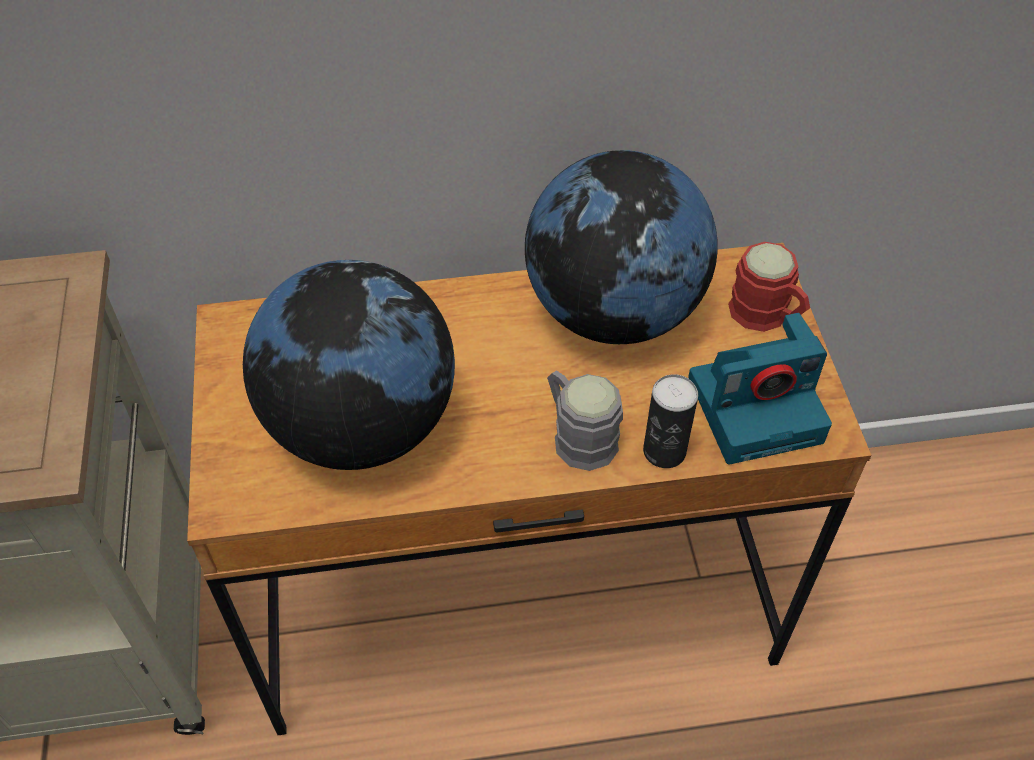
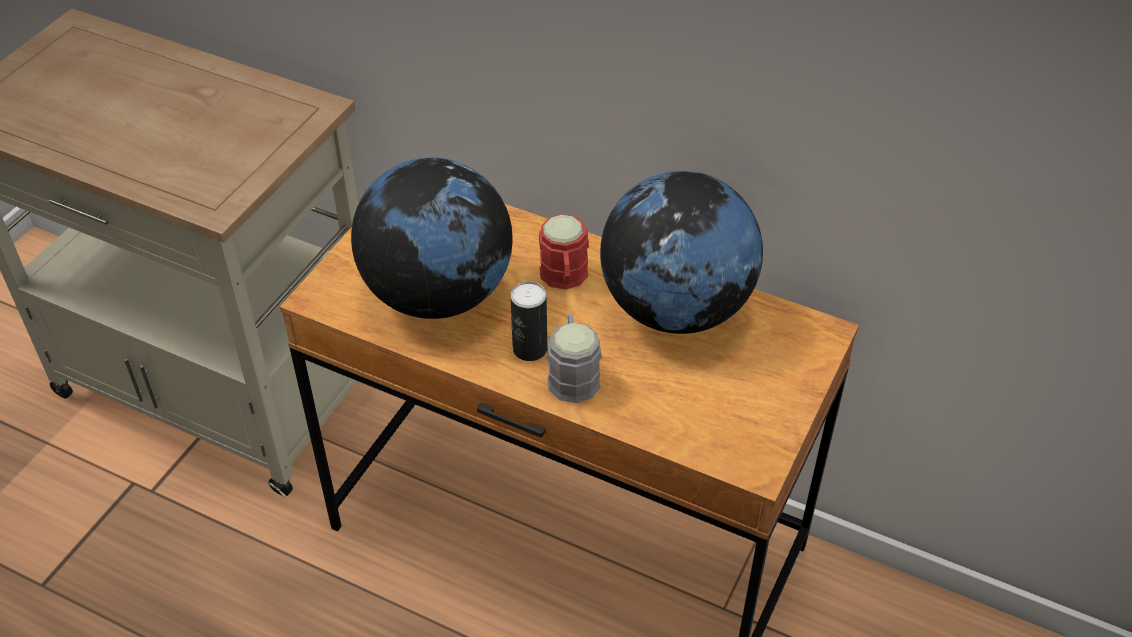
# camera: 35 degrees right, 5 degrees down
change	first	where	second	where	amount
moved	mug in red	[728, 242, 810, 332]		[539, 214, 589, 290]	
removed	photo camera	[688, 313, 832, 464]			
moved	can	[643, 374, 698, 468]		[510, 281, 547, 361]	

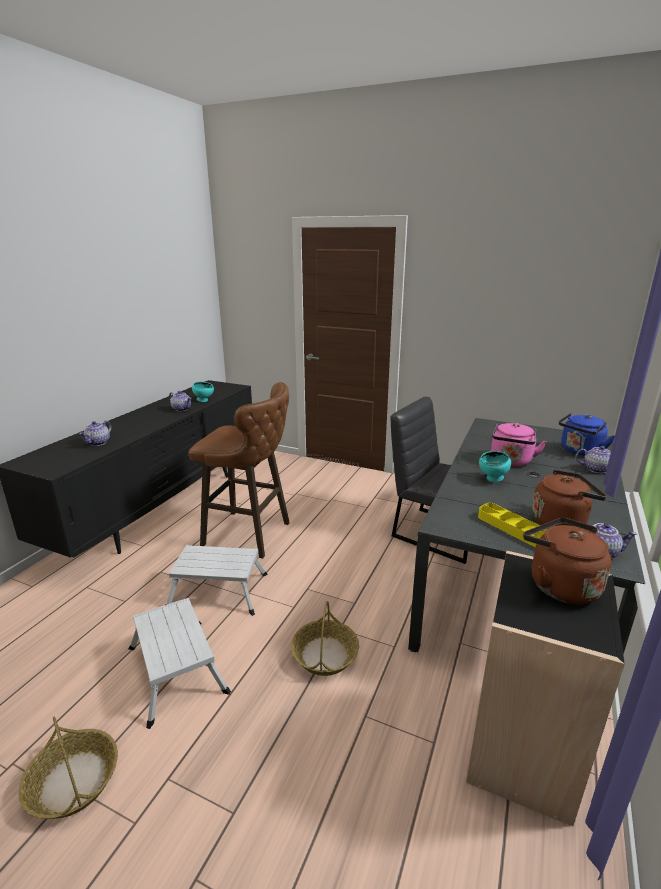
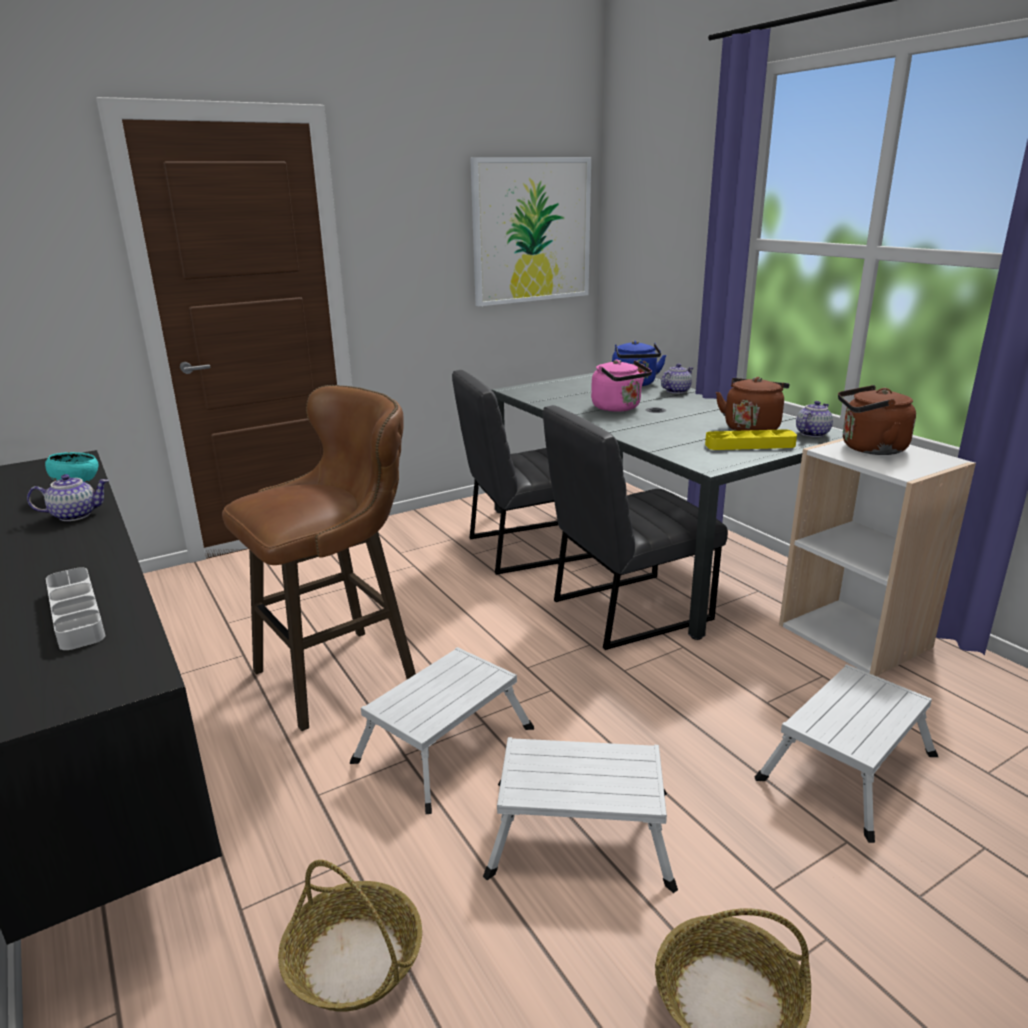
# camera: 55 degrees left, 0 degrees up
change	first	where	second	where	amount
replaced	teapot	[79, 420, 111, 446]	tray in grey	[46, 567, 105, 650]	
removed	bowl in turquoise	[479, 451, 511, 482]			
recoloured	bookcase in black	[466, 551, 625, 826]	bookcase in white	[779, 438, 976, 676]	
moved	basket	[291, 601, 359, 676]		[278, 860, 422, 1011]	
added			picture	[470, 157, 591, 306]	
added			chair in grey	[543, 405, 728, 650]	
added			step ladder in white	[755, 664, 938, 843]	

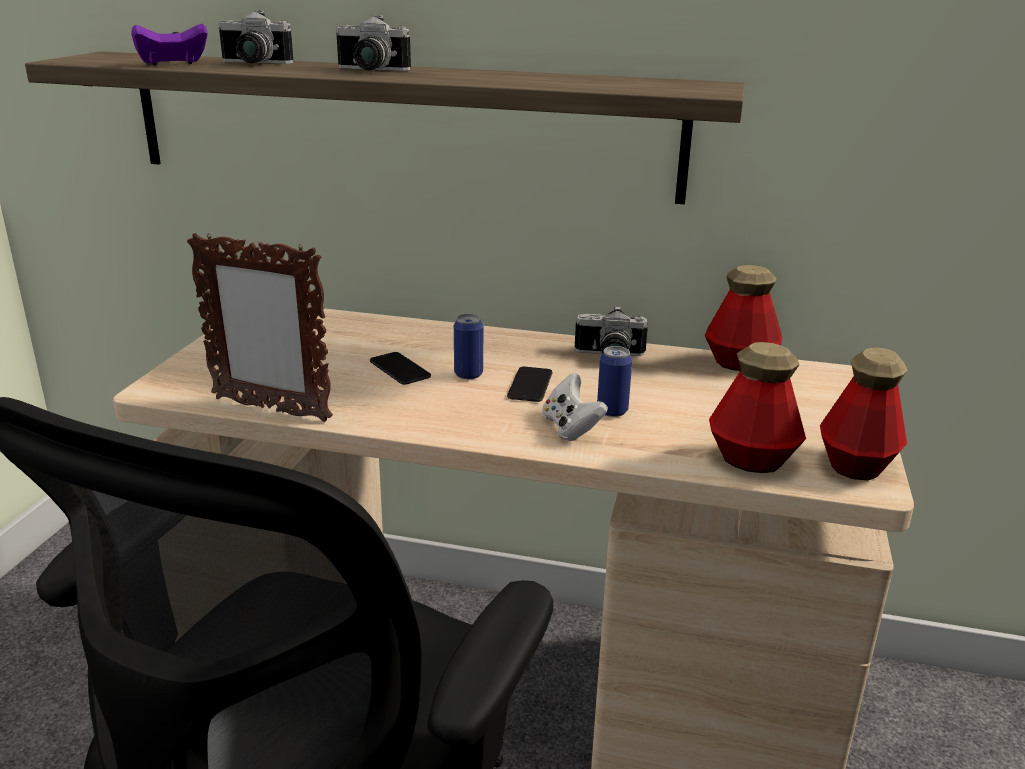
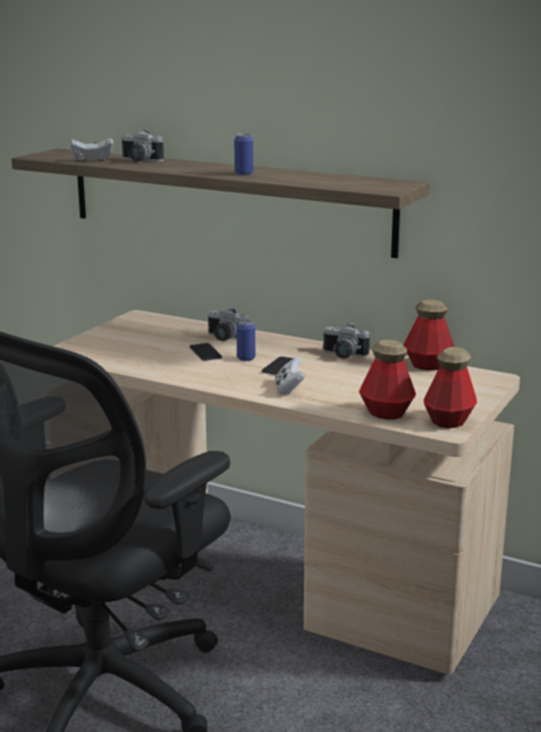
# camera: 15 degrees right, 5 degrees down
change	first	where	second	where	amount
moved	photo camera	[336, 15, 411, 71]		[208, 307, 249, 341]	
recoloured	game controller in purple	[131, 24, 208, 65]	game controller in white	[70, 138, 113, 162]	
removed	picture frame	[187, 233, 333, 422]			
moved	can	[597, 346, 632, 417]		[234, 133, 253, 175]	

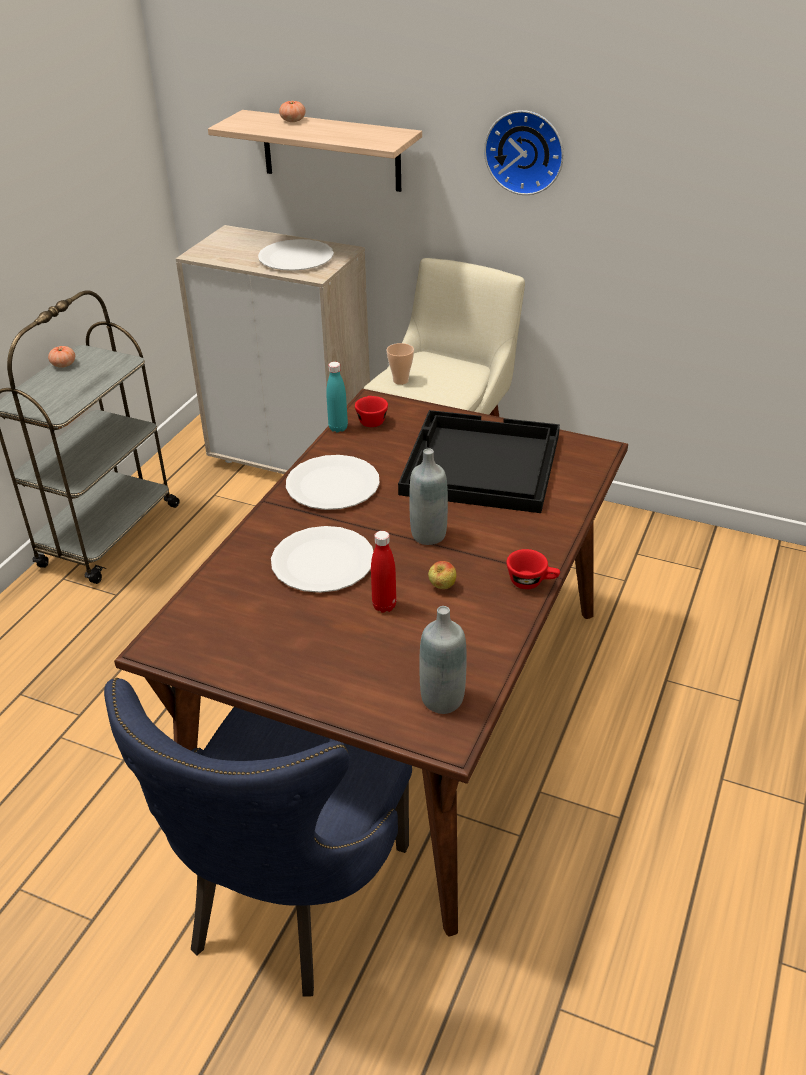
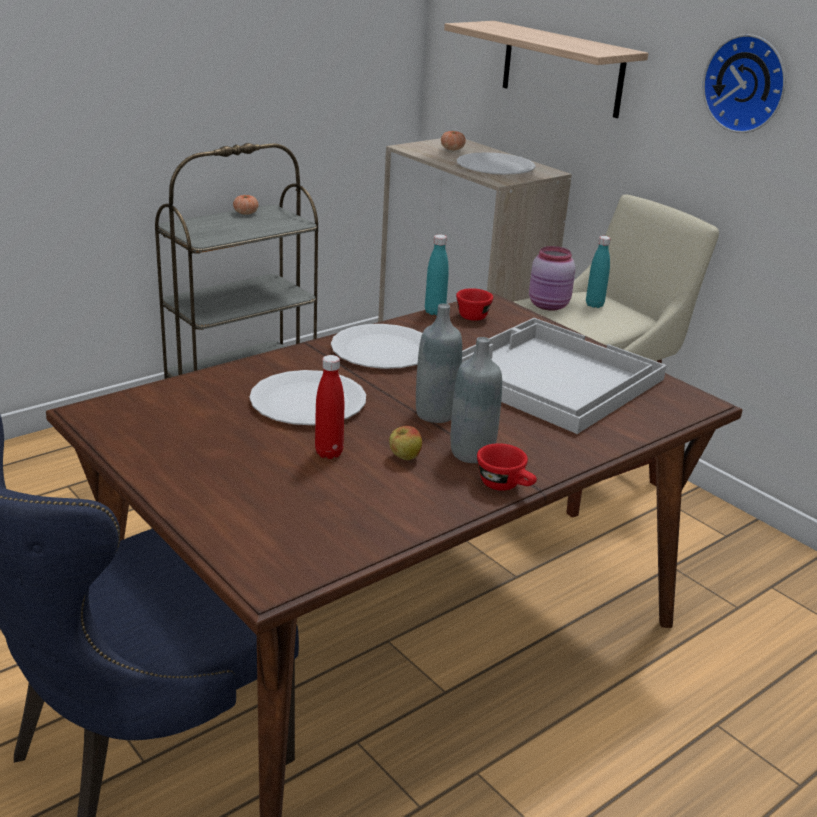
# camera: 25 degrees right, 10 degrees down
change	first	where	second	where	amount
moved	tomato	[279, 101, 306, 122]		[441, 131, 466, 150]	
replaced	cup	[387, 343, 414, 385]	jar in pink	[529, 246, 576, 311]	
recoloured	tray in black	[398, 410, 560, 513]	tray in white	[462, 318, 667, 434]	
moved	bottle in grey	[419, 606, 467, 714]		[451, 337, 502, 463]	
added			bottle in turquoise	[586, 236, 611, 308]	

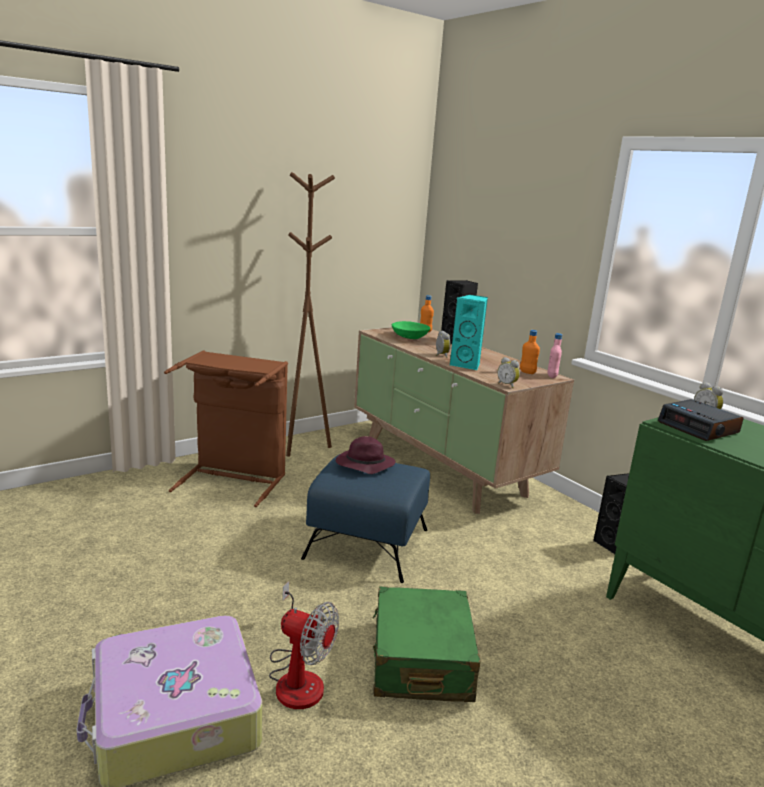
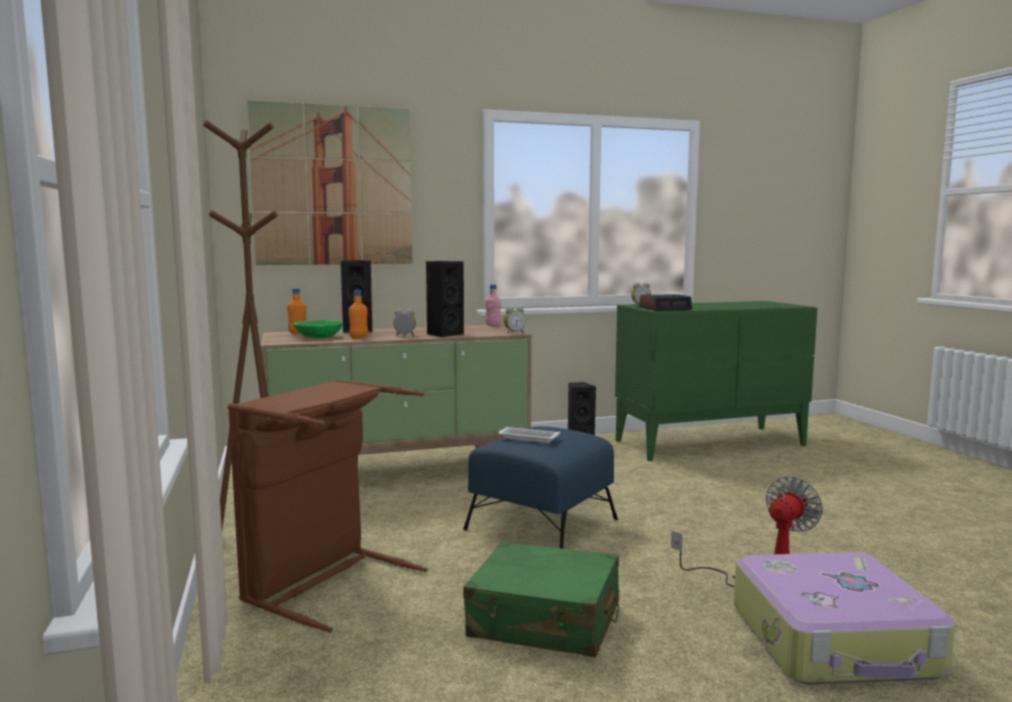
# camera: 70 degrees left, 10 degrees down
change	first	where	second	where	amount
recoloured	speaker in turquoise	[450, 295, 488, 370]	speaker in black	[426, 261, 464, 337]	
moved	bottle in orange	[520, 330, 540, 374]		[348, 290, 368, 338]	
replaced	hat in purple	[336, 436, 396, 474]	tray in white	[498, 427, 560, 443]	
moved	suitcase in green	[373, 587, 480, 702]		[463, 542, 619, 657]	
added			picture	[247, 100, 413, 265]	

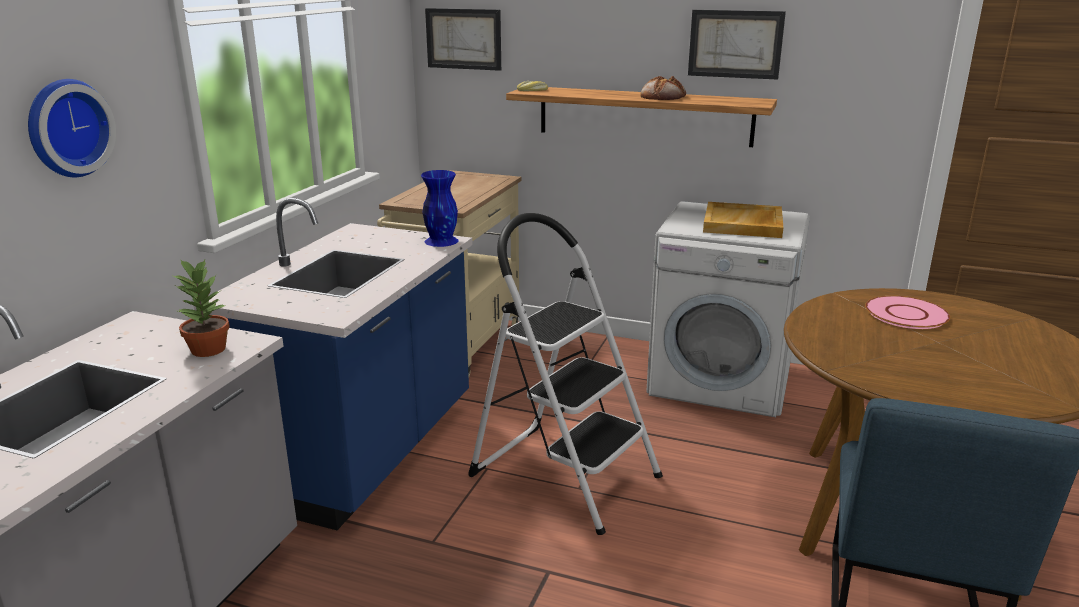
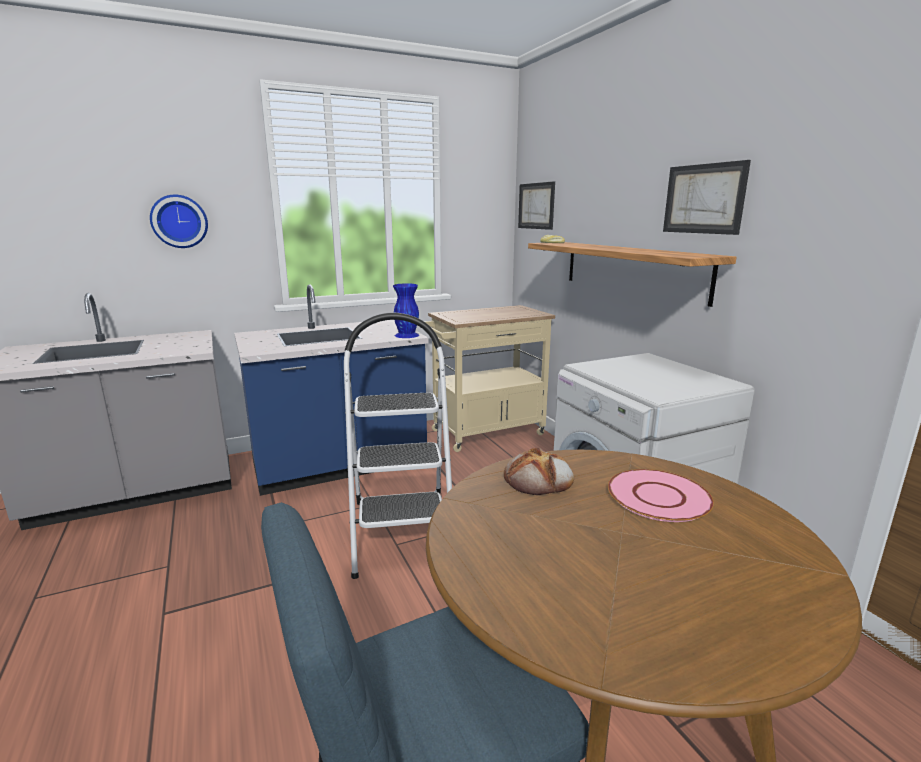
# camera: 45 degrees right, 5 degrees down
change	first	where	second	where	amount
moved	bread	[640, 76, 686, 100]		[504, 448, 574, 495]	
removed	tray in beige	[703, 202, 783, 238]			
removed	potted plant	[171, 259, 230, 357]			

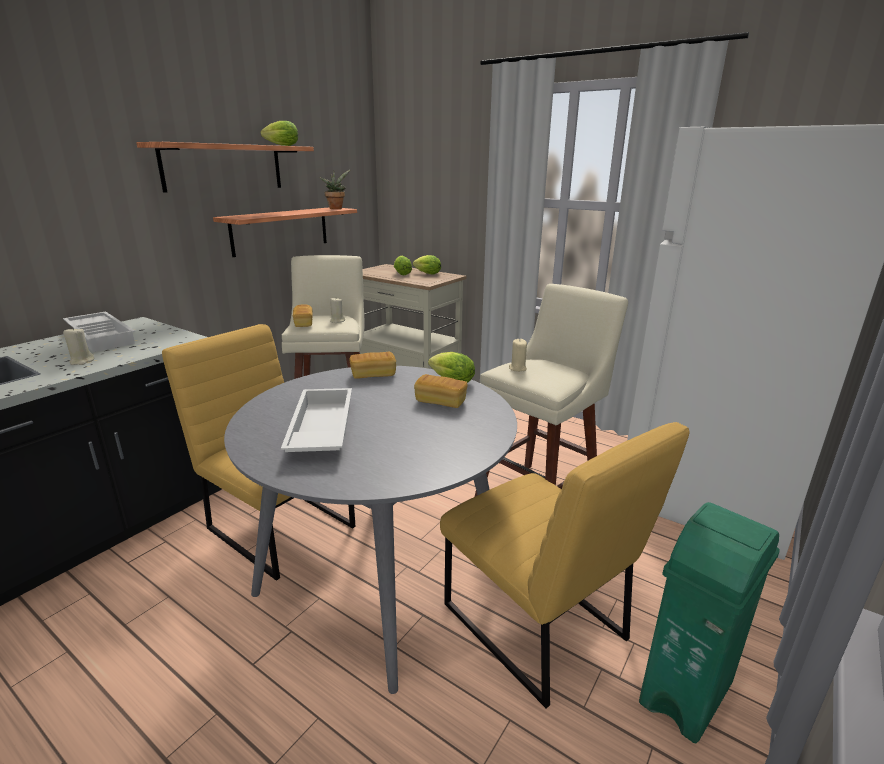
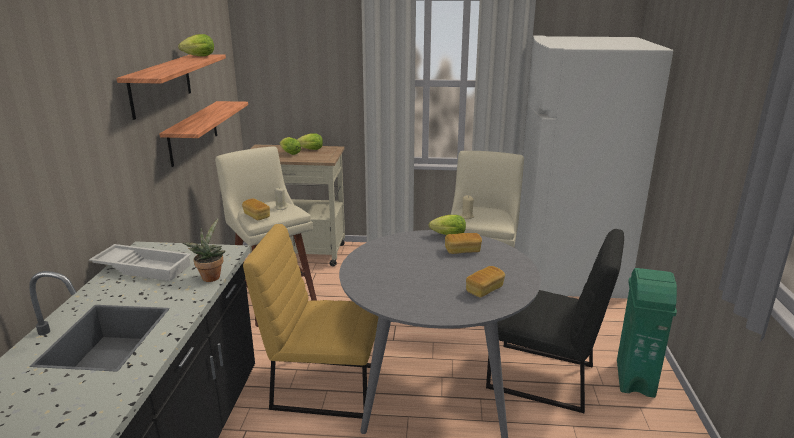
# camera: 30 degrees left, 0 degrees up
change	first	where	second	where	amount
moved	potted plant	[319, 170, 350, 209]		[183, 218, 226, 282]	
removed	candle in beige	[63, 327, 94, 365]			
moved	bread	[350, 352, 396, 379]		[466, 266, 505, 298]	
removed	tray in white	[281, 388, 352, 452]			
recoloured	chair in yellow	[440, 422, 690, 708]	chair in black	[486, 229, 624, 413]	

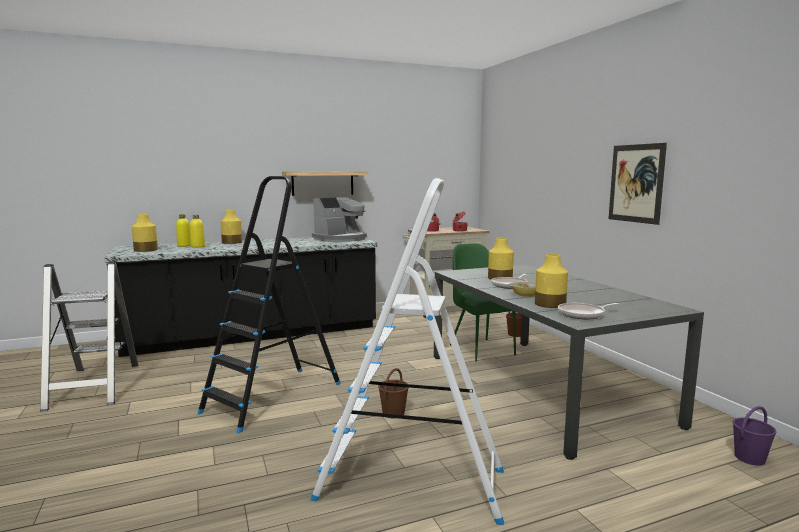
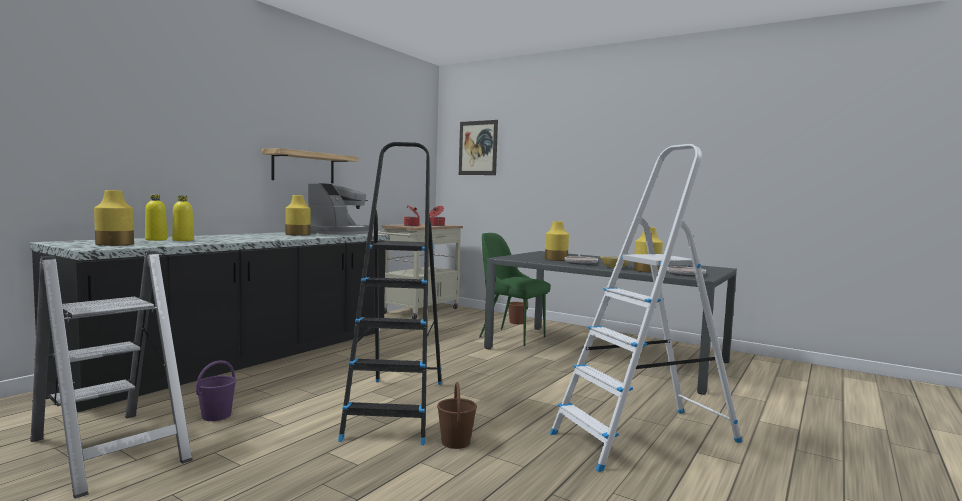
# camera: 35 degrees left, 5 degrees down
change	first	where	second	where	amount
moved	picture	[608, 143, 667, 225]		[459, 120, 498, 175]	
moved	vase in yellow	[220, 210, 242, 244]		[286, 195, 311, 235]	
moved	bucket in brown	[378, 368, 409, 418]		[437, 382, 477, 449]	
moved	bucket in purple	[733, 406, 777, 466]		[195, 360, 236, 421]	

